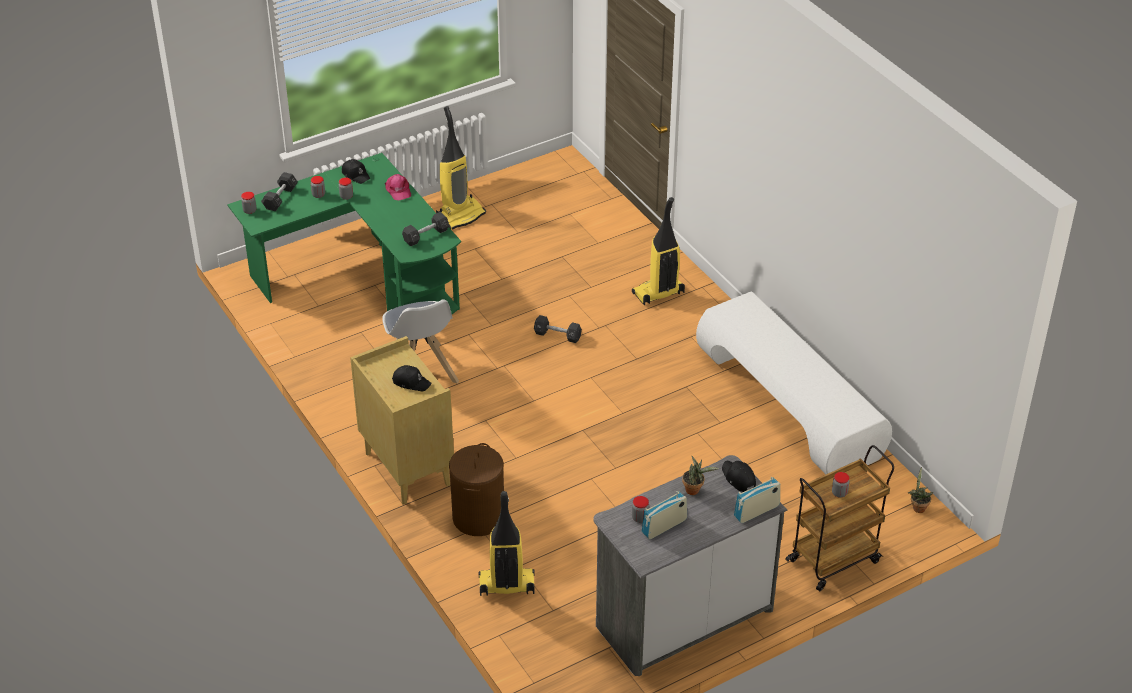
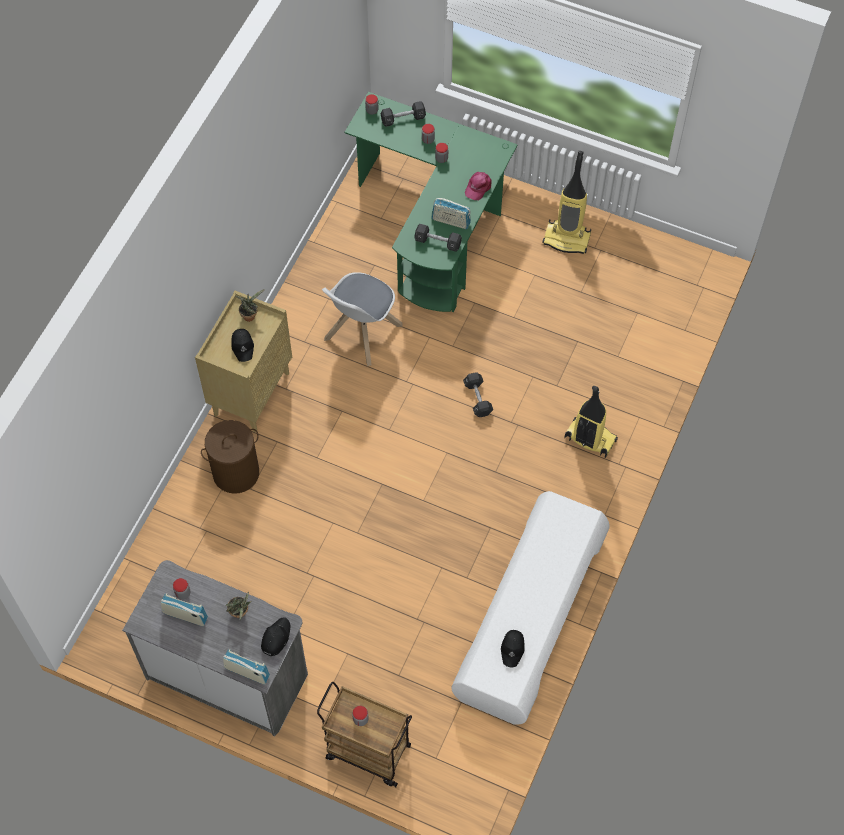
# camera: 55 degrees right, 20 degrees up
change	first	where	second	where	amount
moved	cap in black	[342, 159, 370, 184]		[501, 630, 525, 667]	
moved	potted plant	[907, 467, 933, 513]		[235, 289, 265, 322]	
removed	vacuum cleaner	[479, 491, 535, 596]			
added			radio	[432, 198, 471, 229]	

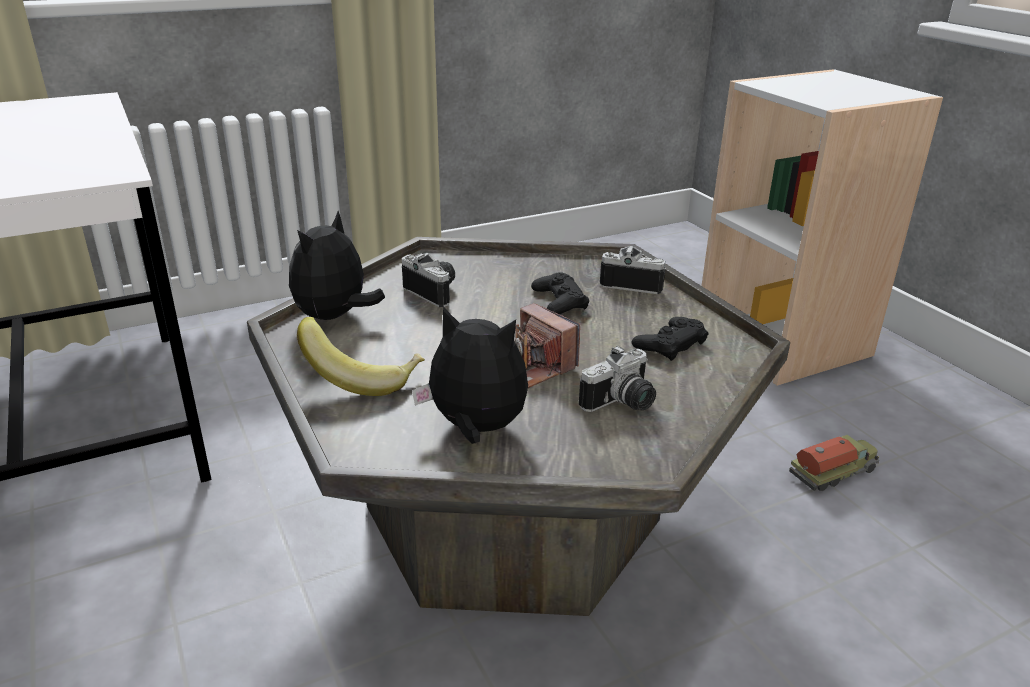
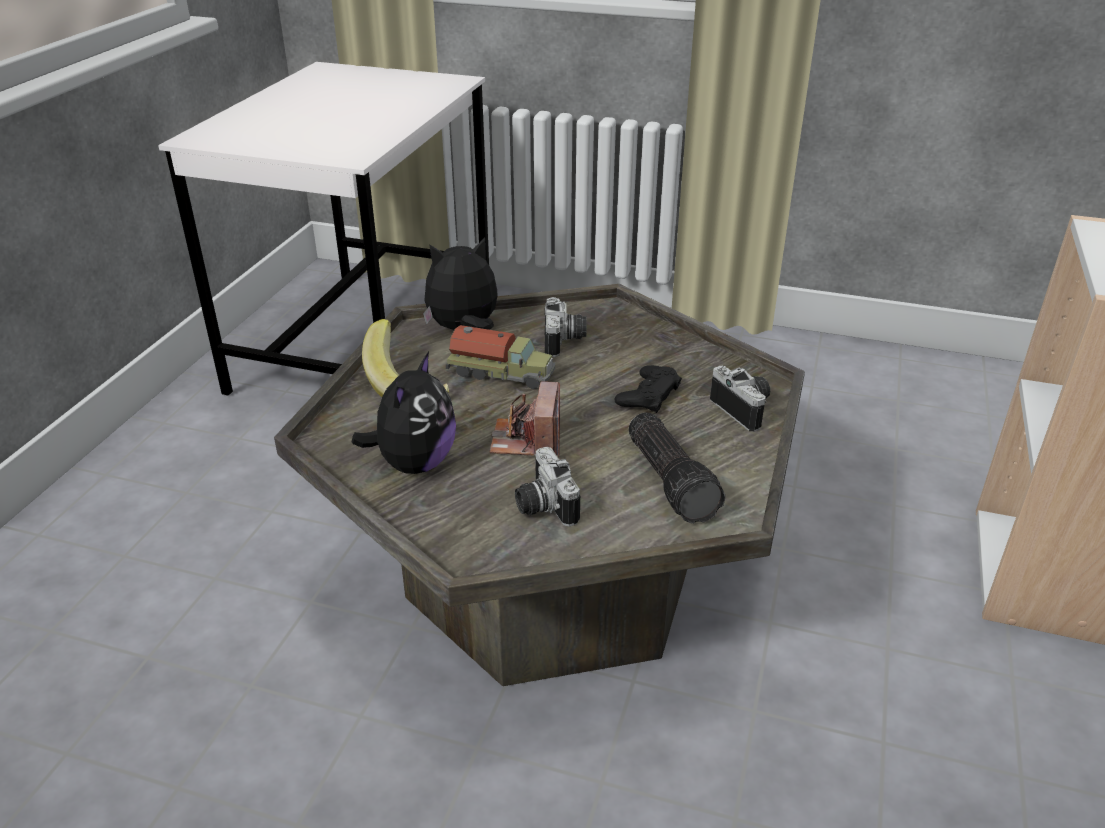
# camera: 45 degrees right, 5 degrees up
change	first	where	second	where	amount
turned	plush toy	[412, 306, 528, 444]		[352, 351, 456, 474]	45 degrees clockwise
replaced	game controller in black	[632, 317, 709, 361]	flashlight	[629, 412, 725, 524]	
turned	photo camera	[579, 346, 656, 412]		[515, 447, 580, 527]	60 degrees clockwise
moved	toy truck	[789, 435, 879, 491]		[446, 325, 555, 389]	

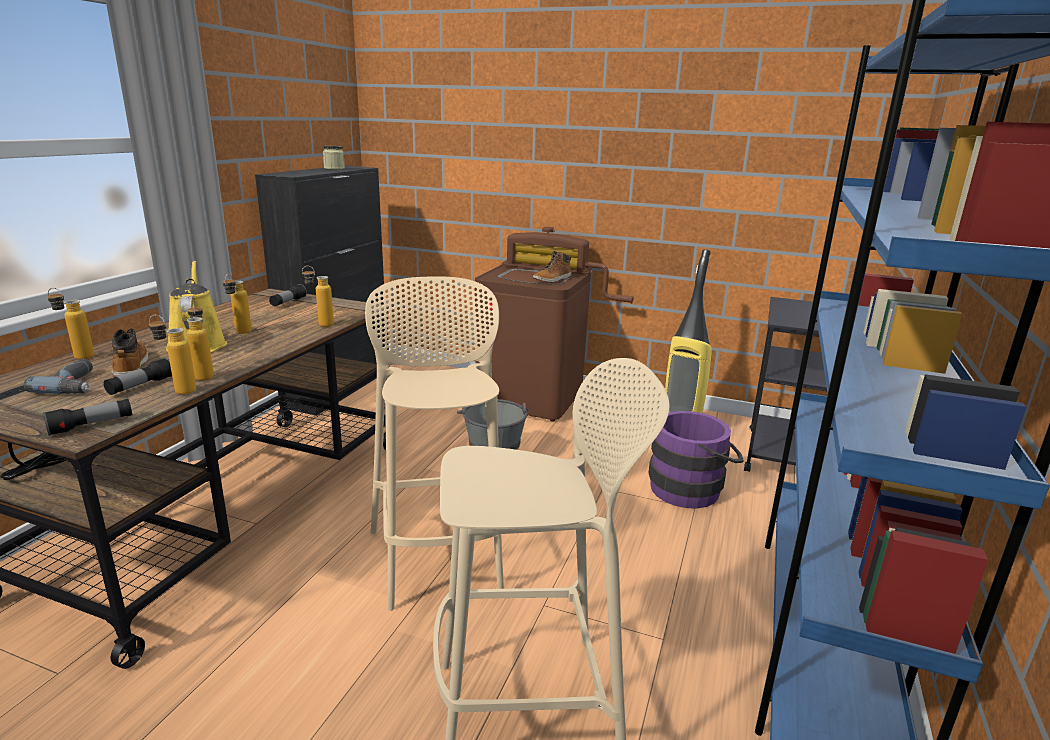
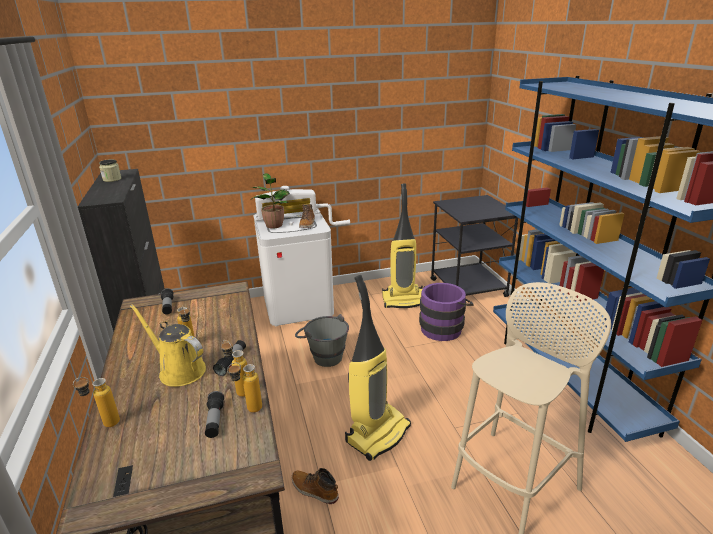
# camera: 35 degrees left, 5 degrees up
change	first	where	second	where	amount
recoloured	washing machine in brown	[475, 227, 633, 422]	washing machine in white	[254, 186, 350, 326]	
removed	bottle	[302, 266, 334, 327]			
replaced	stool in beige	[365, 276, 504, 611]	vacuum cleaner	[345, 275, 411, 461]	
moved	boot	[112, 328, 148, 377]		[292, 468, 339, 504]	
removed	power drill	[24, 359, 93, 394]			
moved	flashlight	[43, 399, 132, 436]		[213, 340, 246, 376]	
added			potted plant	[250, 173, 290, 228]	

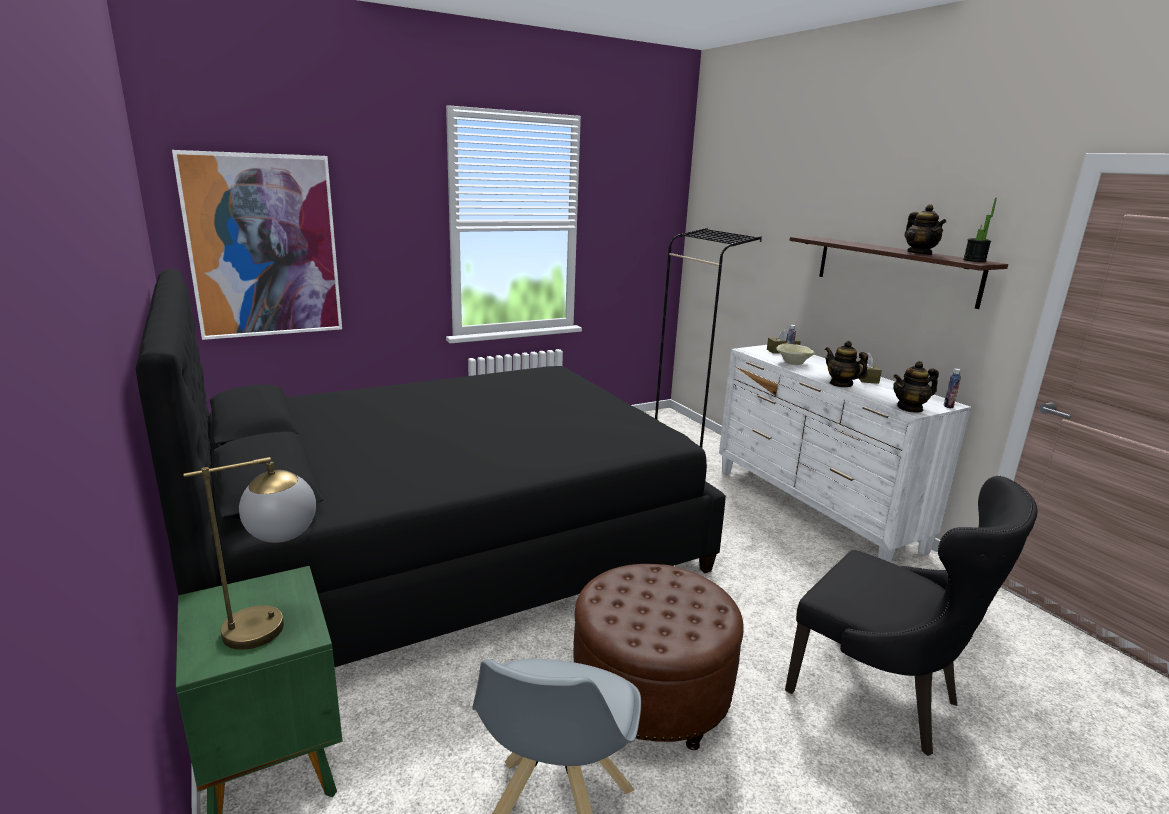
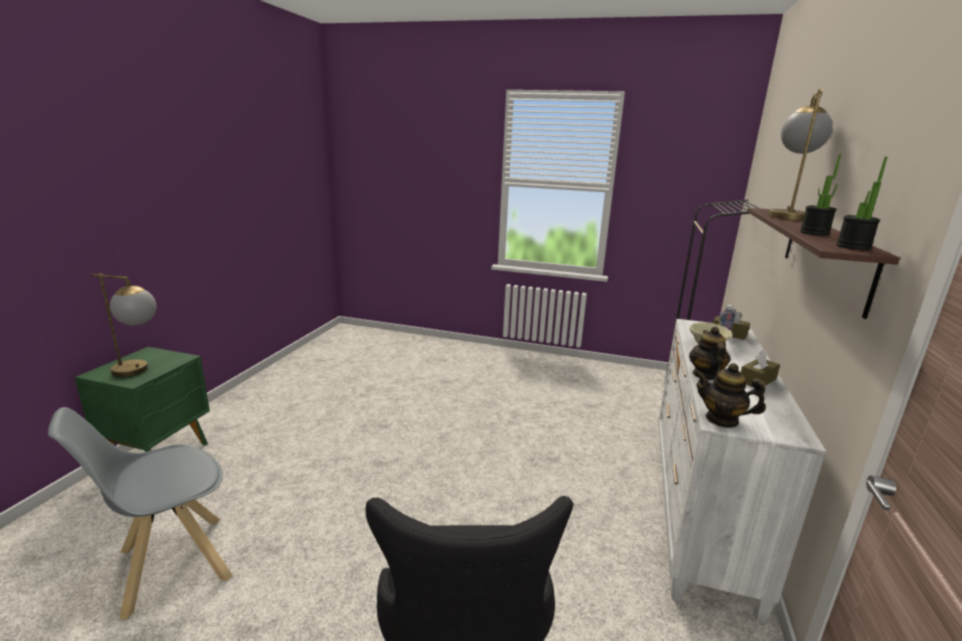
# camera: 45 degrees right, 0 degrees up
change	first	where	second	where	amount
removed	picture	[172, 150, 342, 340]			
replaced	teapot	[905, 204, 946, 255]	potted plant	[800, 154, 841, 236]	
removed	bed in black	[136, 269, 726, 667]			
removed	bottle	[944, 368, 961, 408]			
removed	ottoman in brown	[573, 564, 744, 750]			
added			table lamp	[768, 89, 833, 221]	

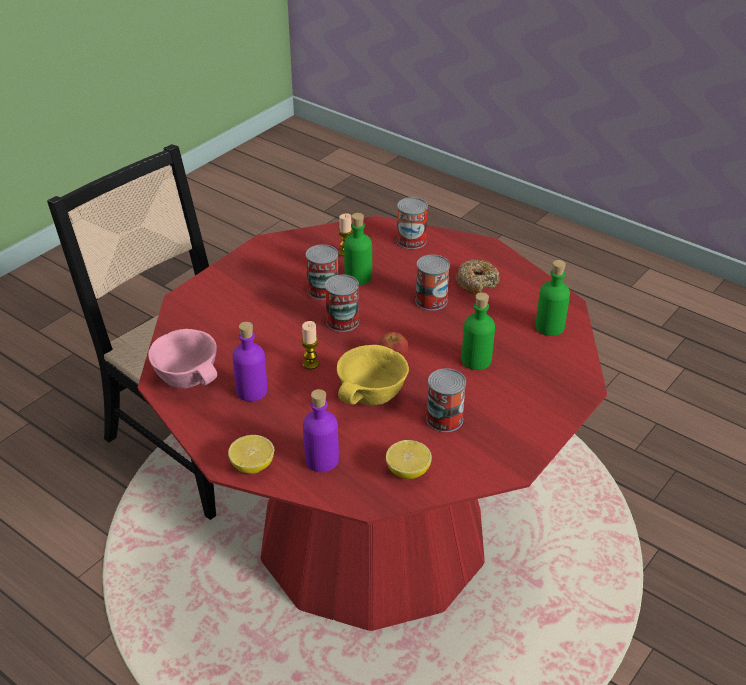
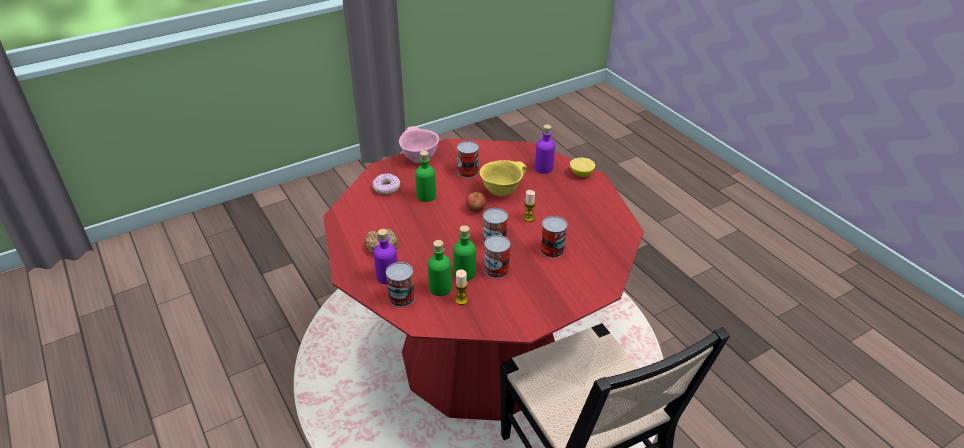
# camera: 160 degrees left, 0 degrees up
change	first	where	second	where	amount
moved	can	[415, 255, 450, 311]		[540, 216, 567, 258]	
moved	bottle in green	[536, 260, 570, 336]		[428, 240, 452, 296]	
moved	bottle in purple	[232, 322, 267, 401]		[374, 229, 398, 284]	
moved	bowl in pink	[148, 329, 217, 388]		[399, 126, 439, 163]	
removed	lemon	[386, 440, 432, 479]			
added			donut	[373, 174, 400, 195]	

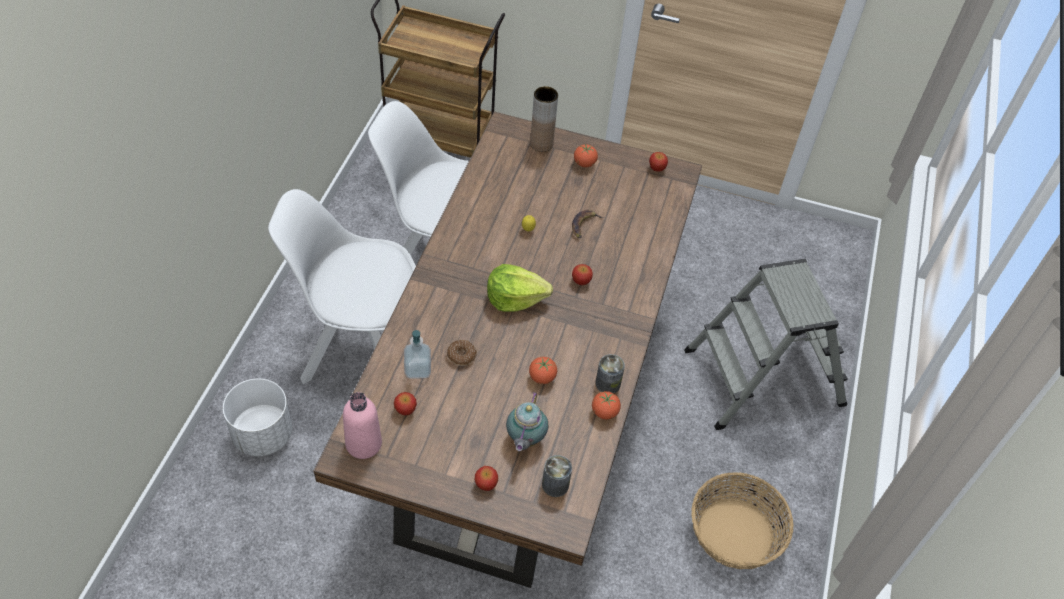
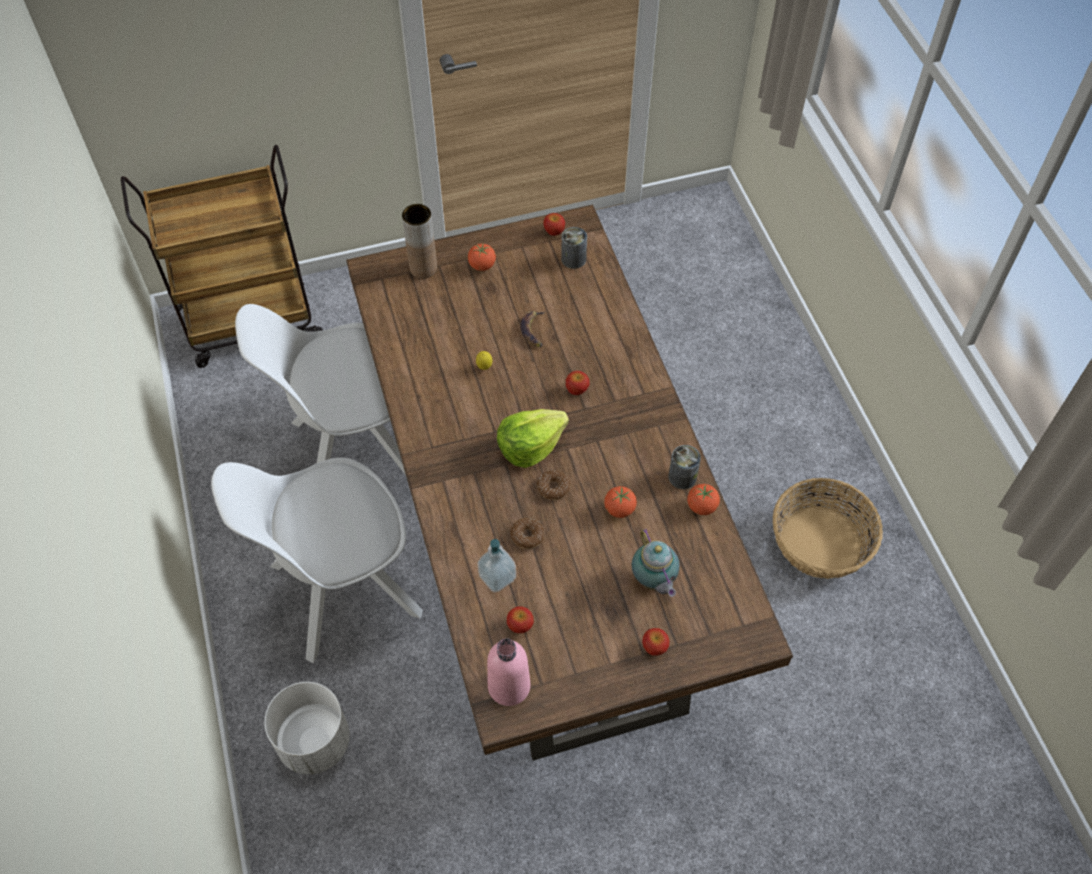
# camera: 30 degrees left, 5 degrees up
change	first	where	second	where	amount
removed	step ladder in grey	[684, 258, 848, 430]			
moved	can	[542, 455, 572, 497]		[561, 227, 587, 269]	
added			donut	[537, 470, 571, 500]	

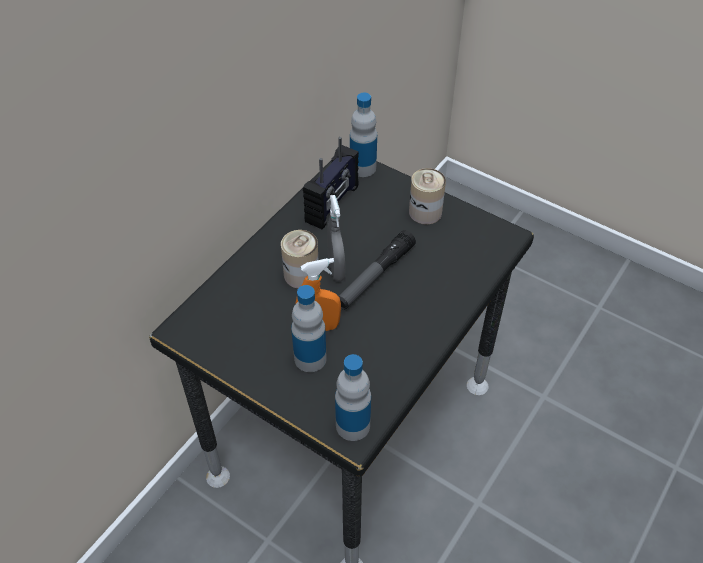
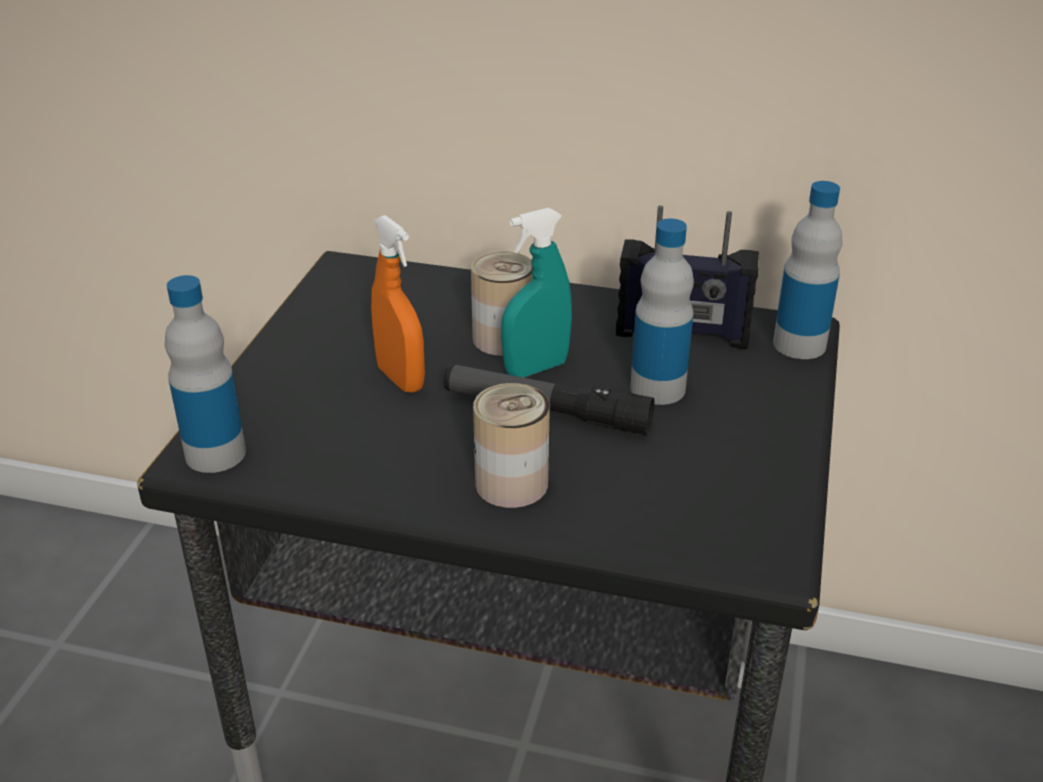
# camera: 70 degrees right, 15 degrees down
change	first	where	second	where	amount
moved	can	[409, 168, 446, 225]		[473, 383, 550, 508]	
recoloured	spray bottle in grey	[327, 195, 345, 282]	spray bottle in turquoise	[501, 208, 572, 377]	
moved	bottle	[291, 285, 327, 372]		[630, 218, 694, 405]	

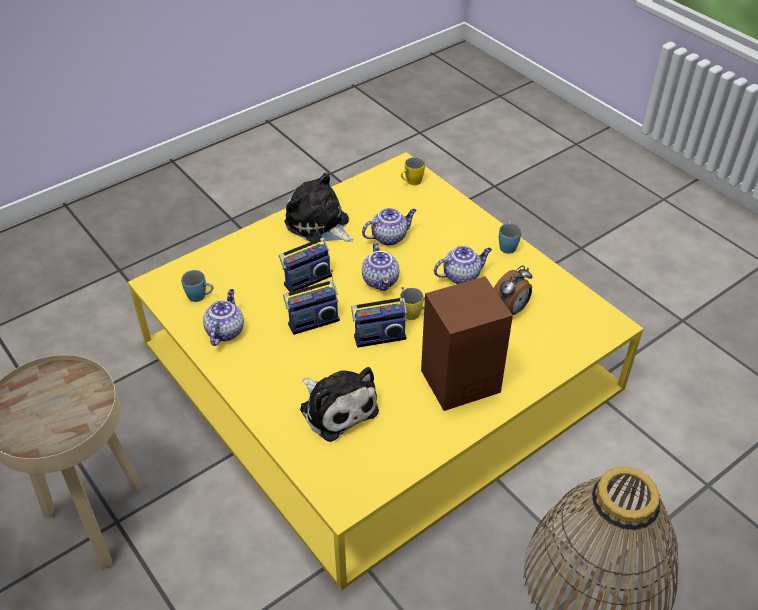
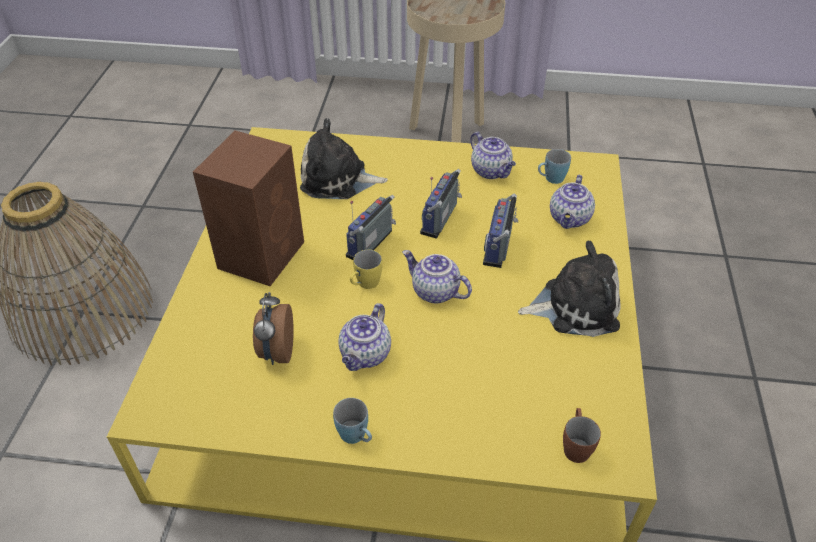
# camera: 135 degrees right, 0 degrees up
change	first	where	second	where	amount
recoloured	mug in yellow	[401, 157, 425, 185]	mug in brown	[563, 408, 601, 463]	
moved	teapot	[362, 208, 417, 245]		[550, 175, 595, 229]	

